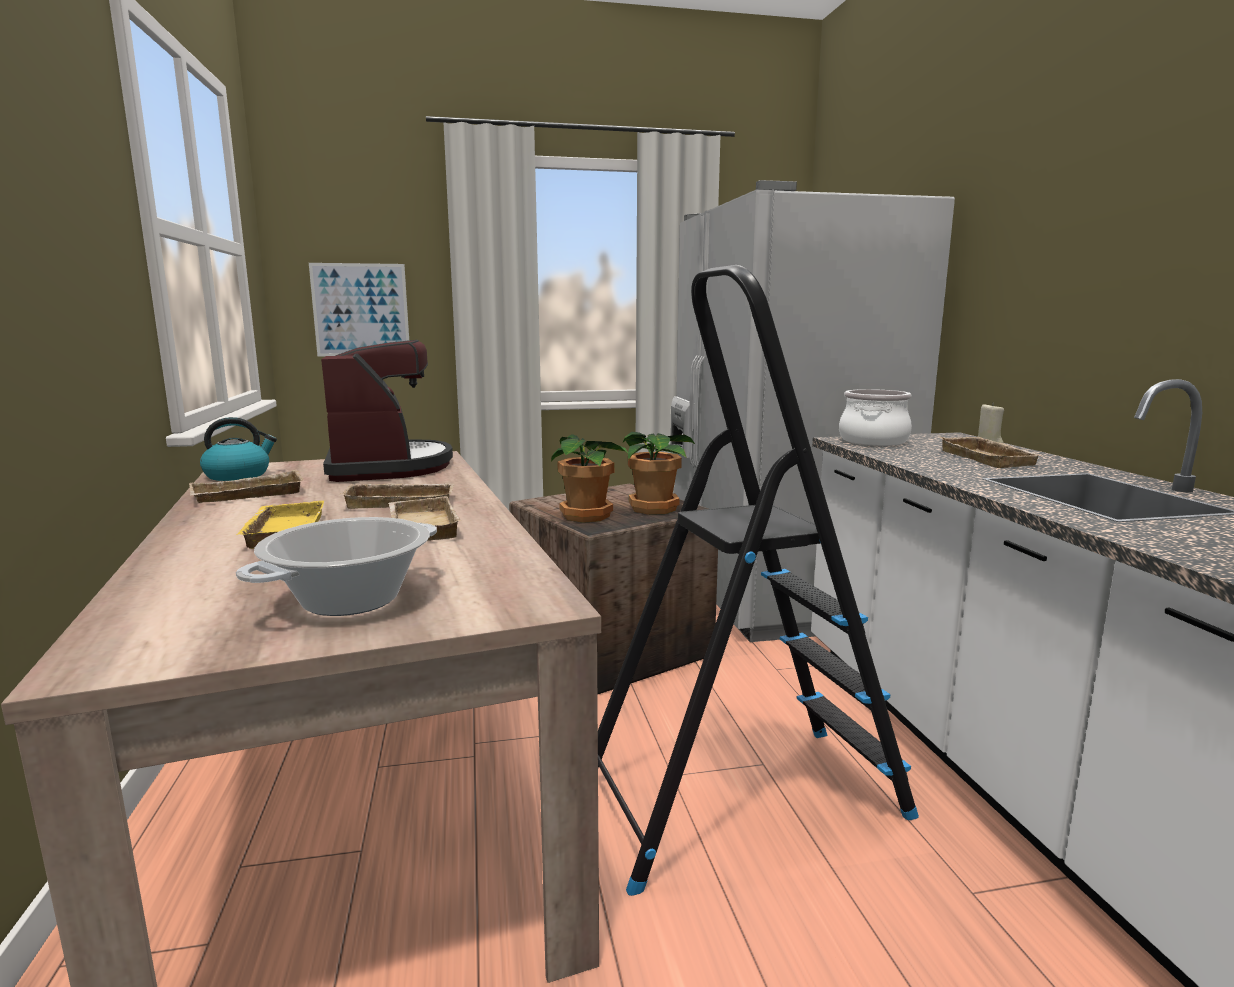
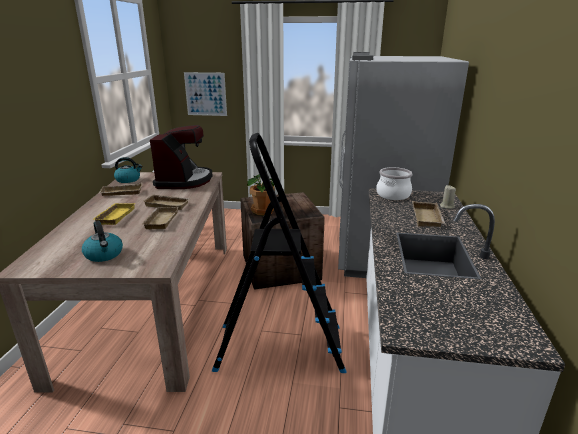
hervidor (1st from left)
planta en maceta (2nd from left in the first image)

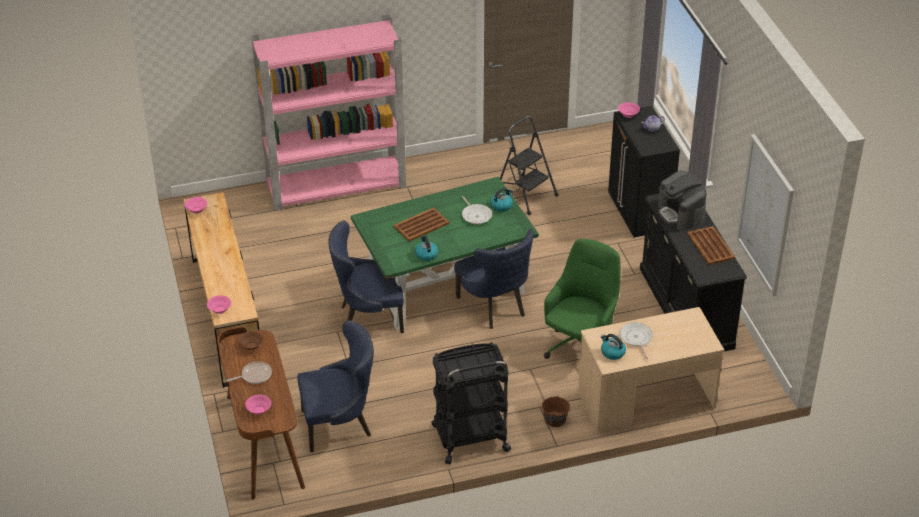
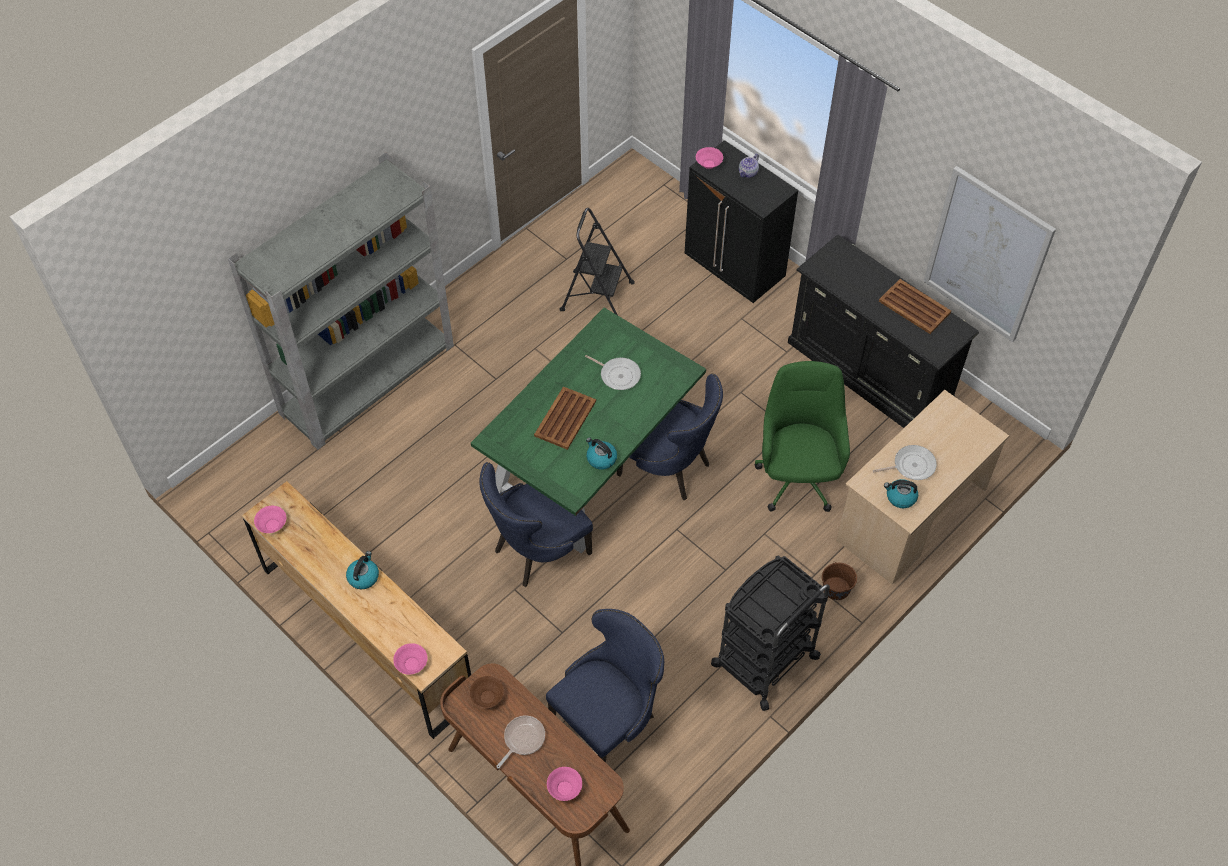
estantería/gris
hervidor (1st from left)
sartén (3rd from left)
cafetera

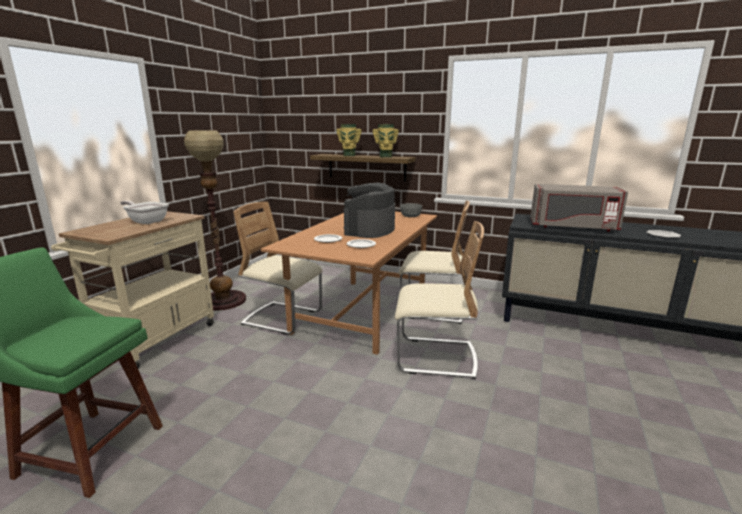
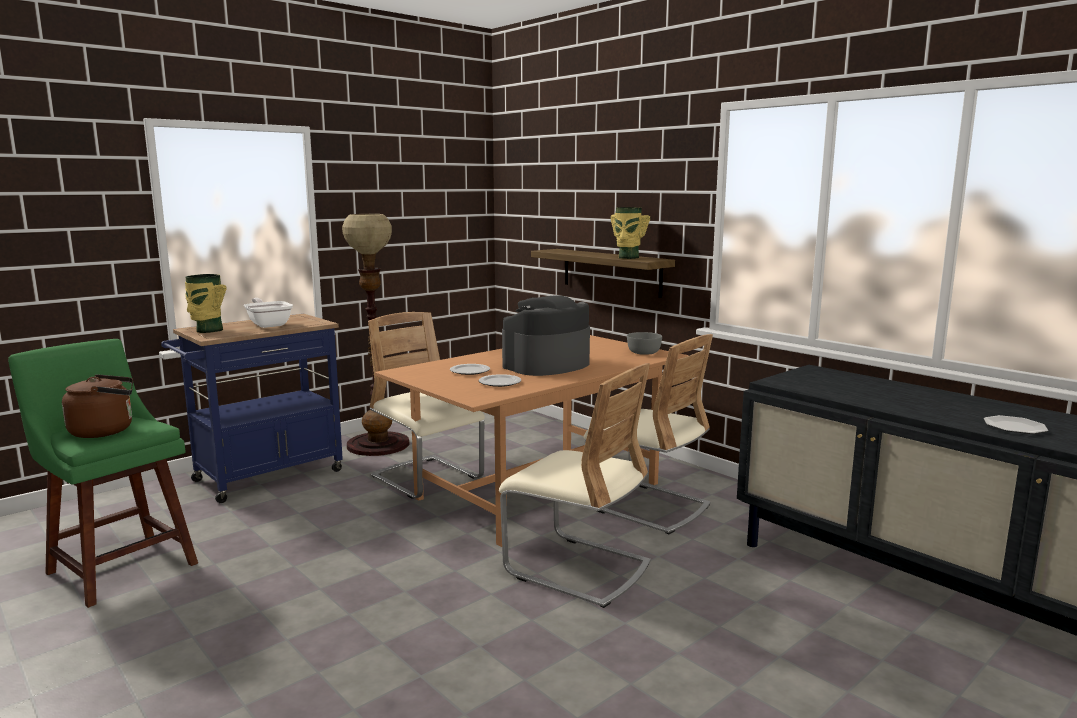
carrito/azul
florero (1st from left)
microondas/gris
hervidor/marrón

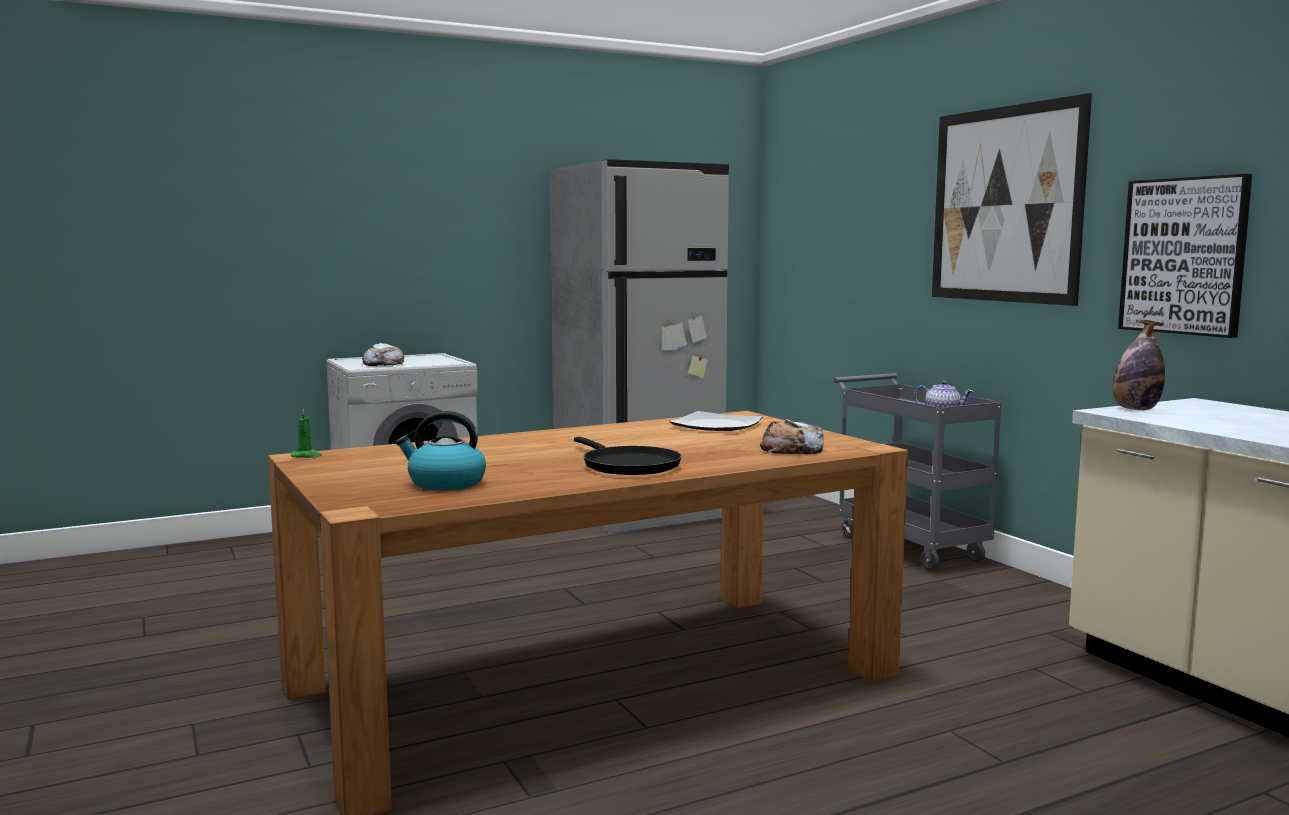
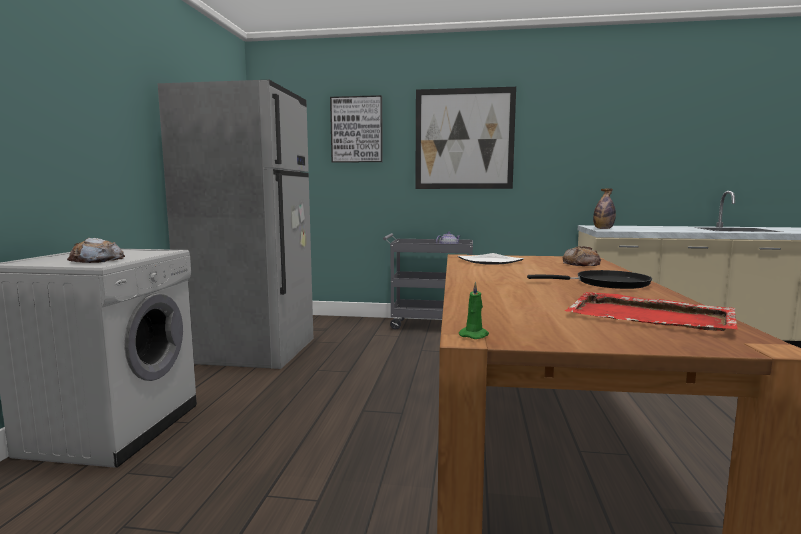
bandeja/rojo
cuadro (1st from left)

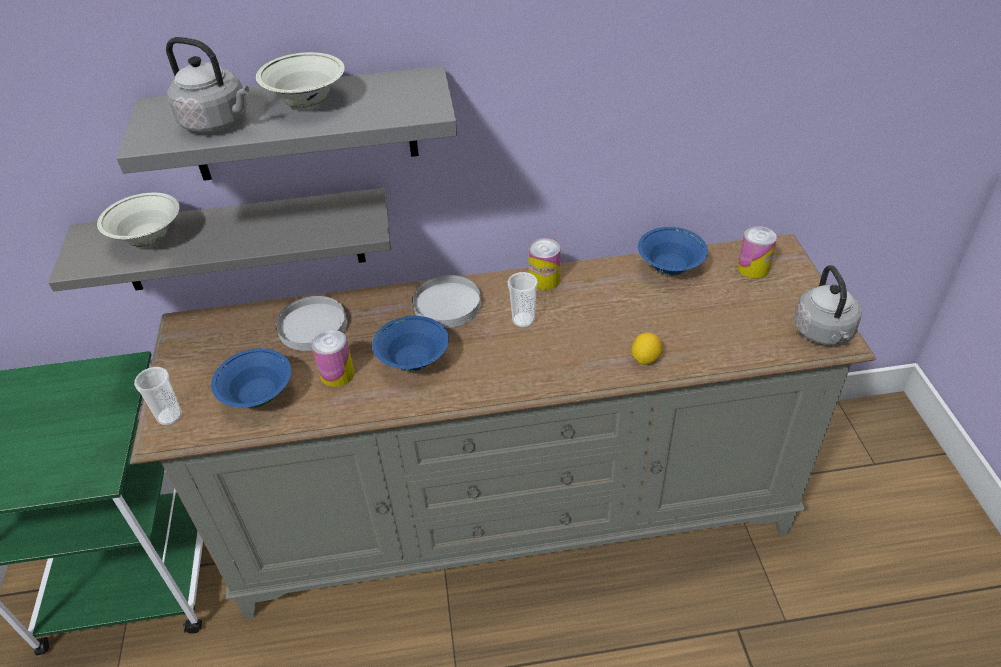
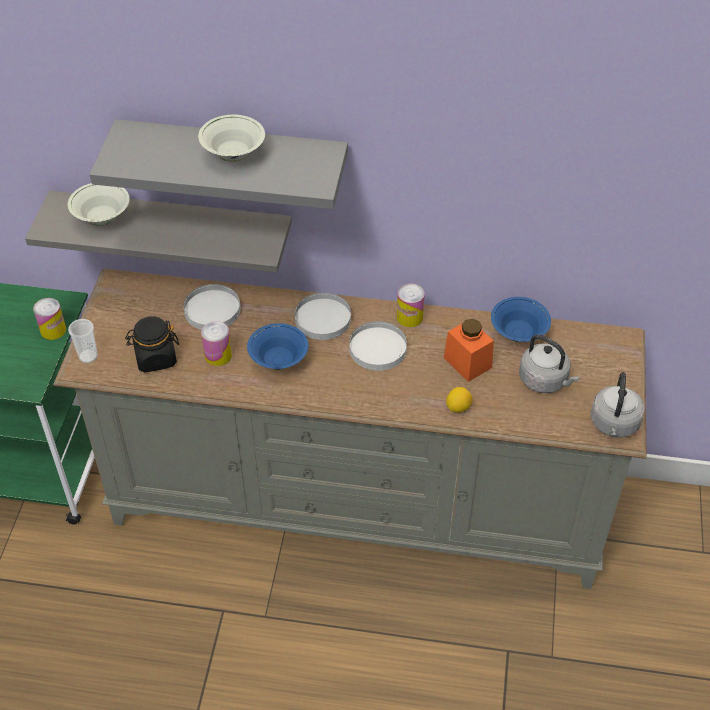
hervidor/gris (1st from left)
tarro/negro
plato/blanco (3rd from left)
lata (1st from left)
tarro/naranja

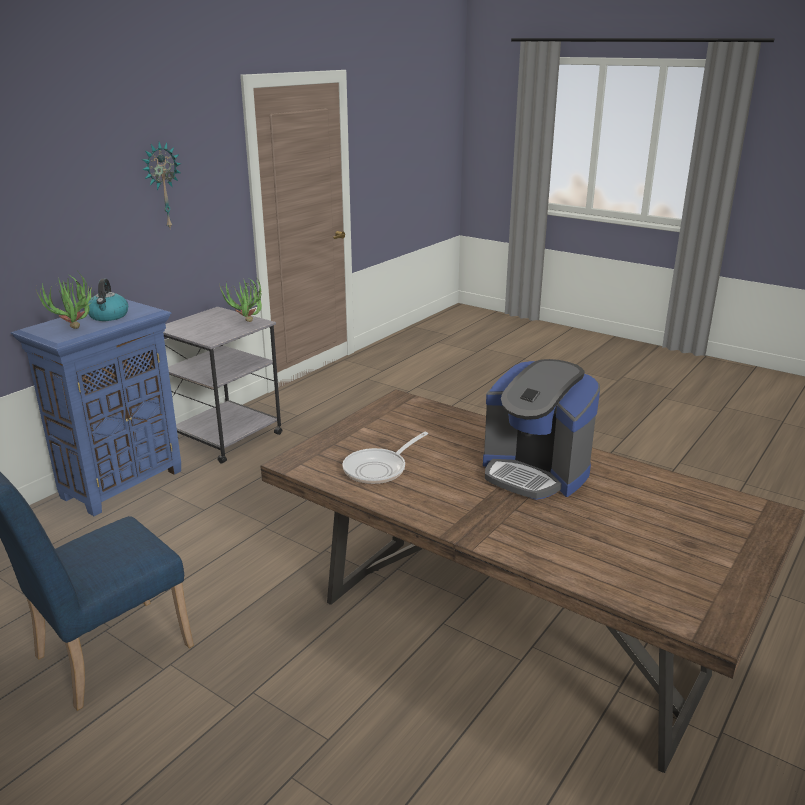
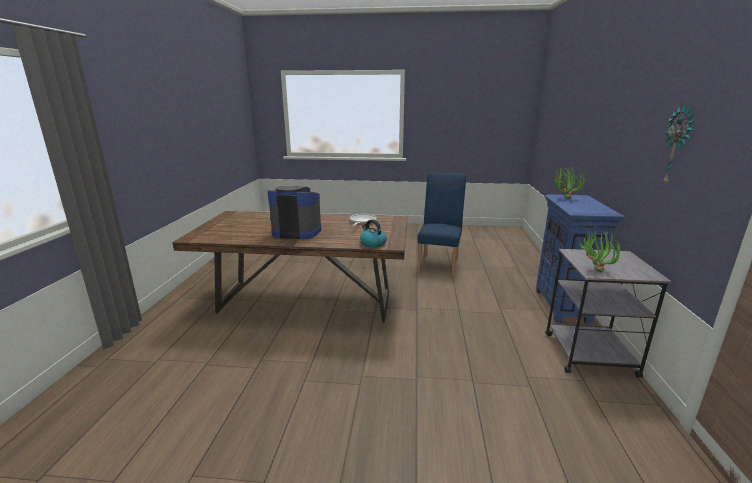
hervidor

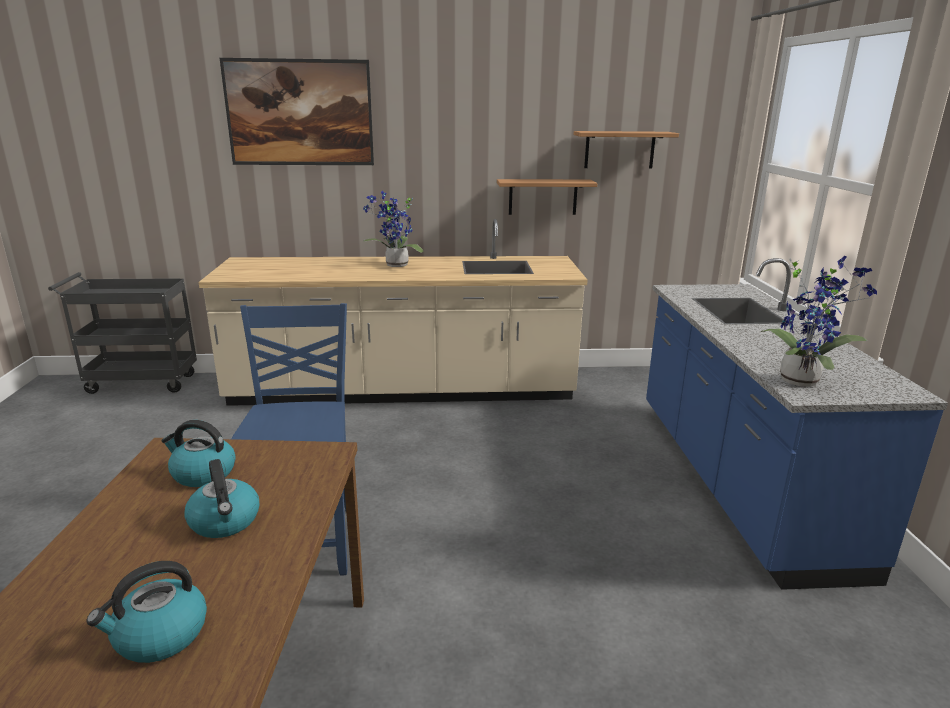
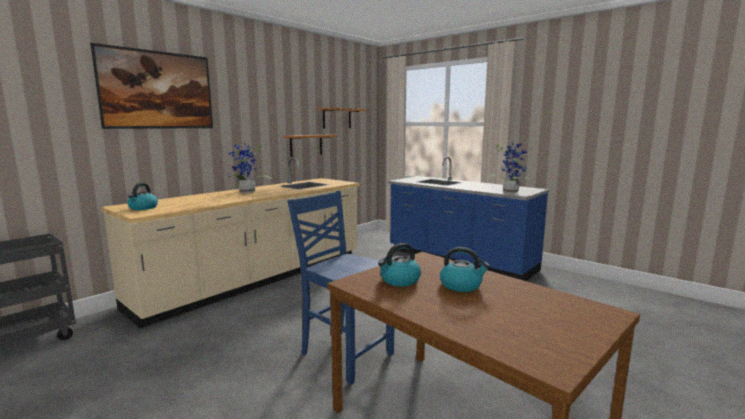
hervidor (1st from left)

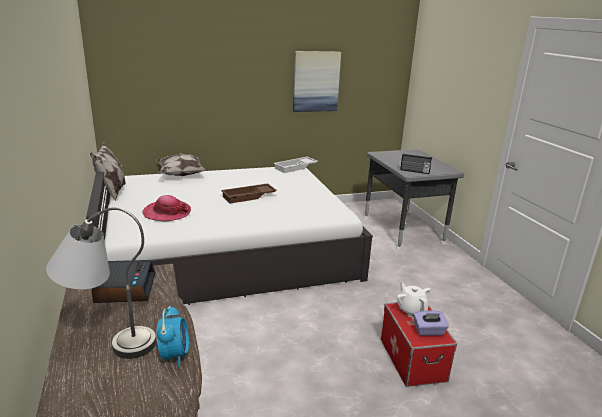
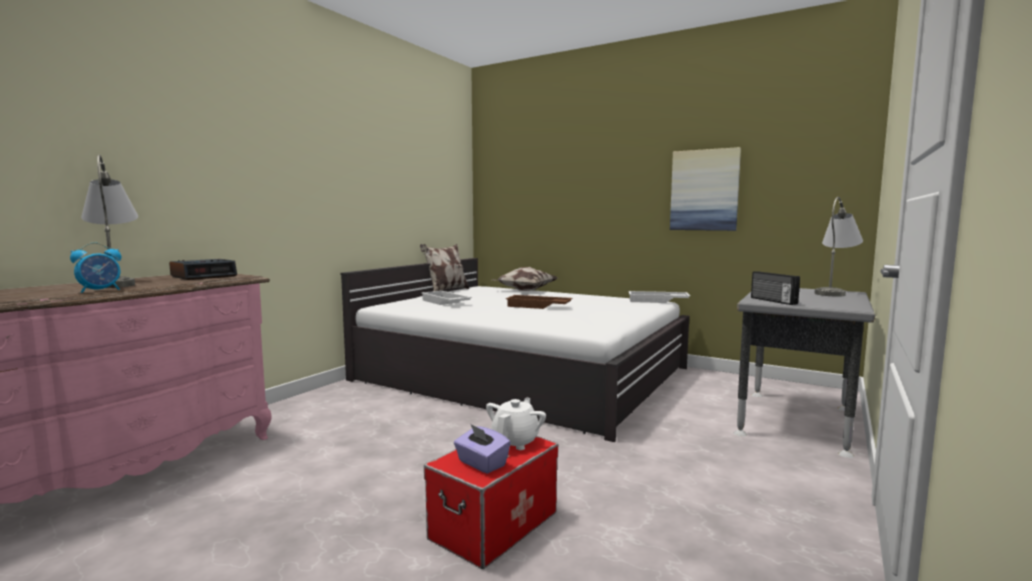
bandeja/blanco (1st from left)
lámpara de mesa/gris (2nd from left)

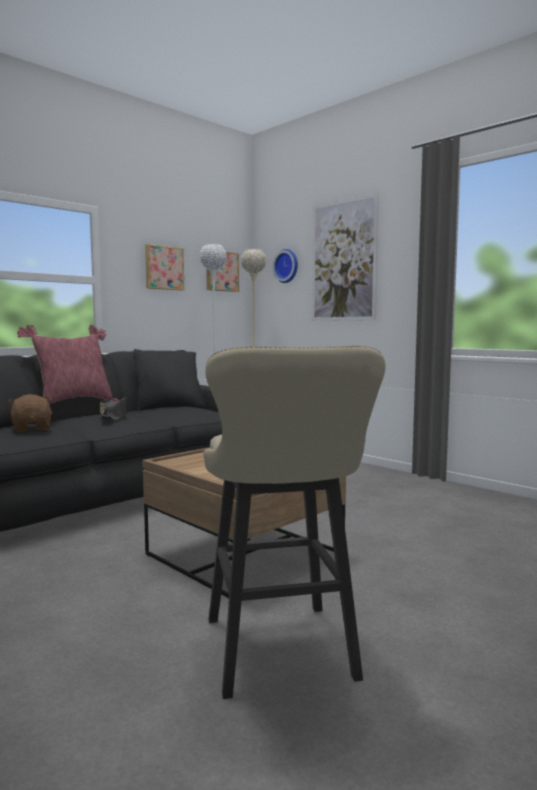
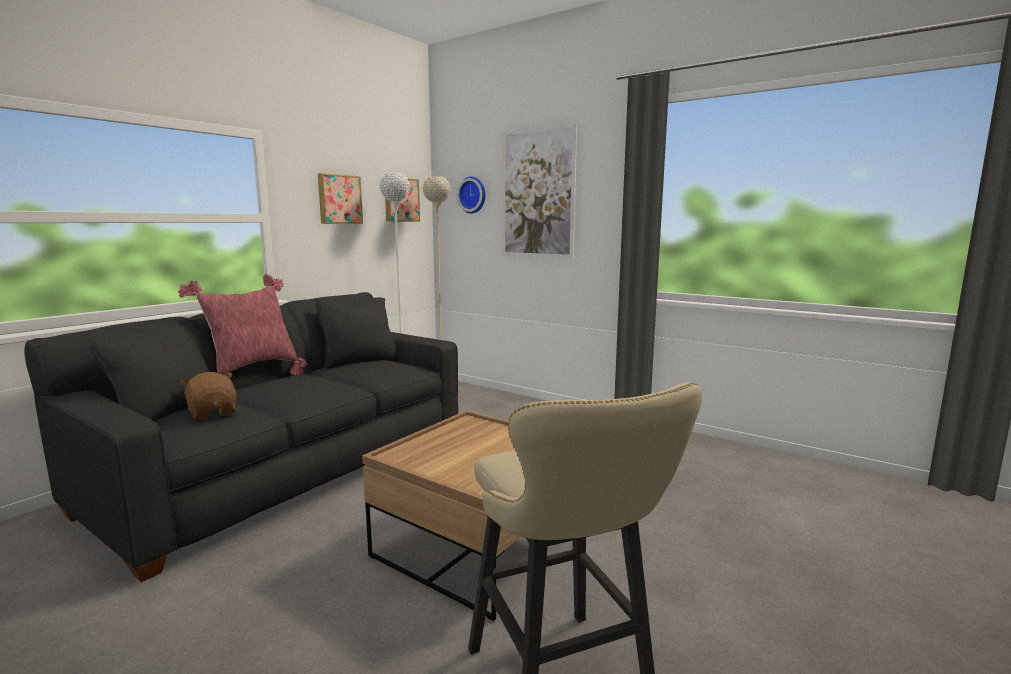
sombrero/negro

